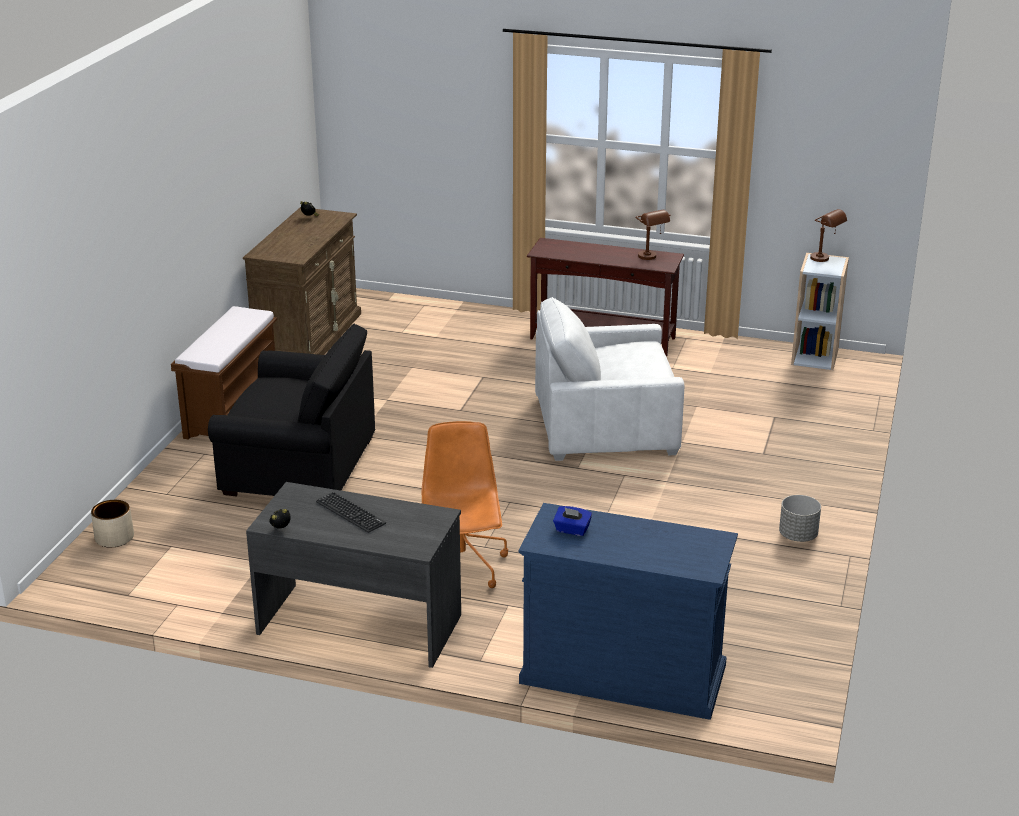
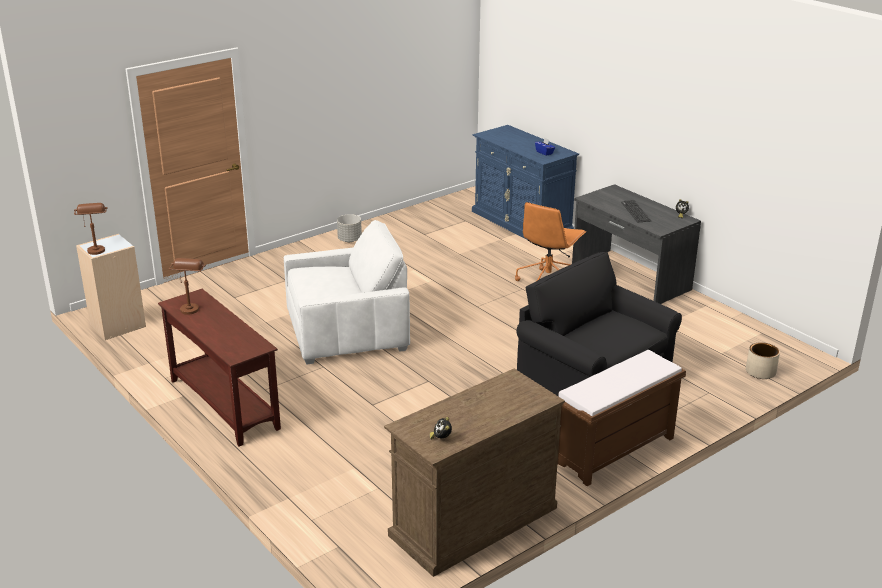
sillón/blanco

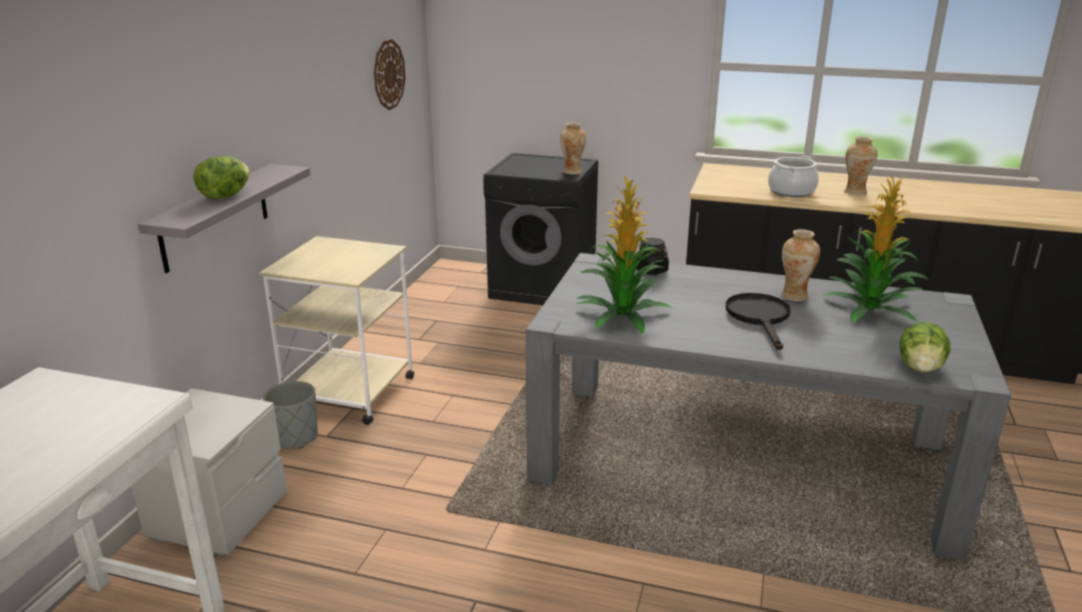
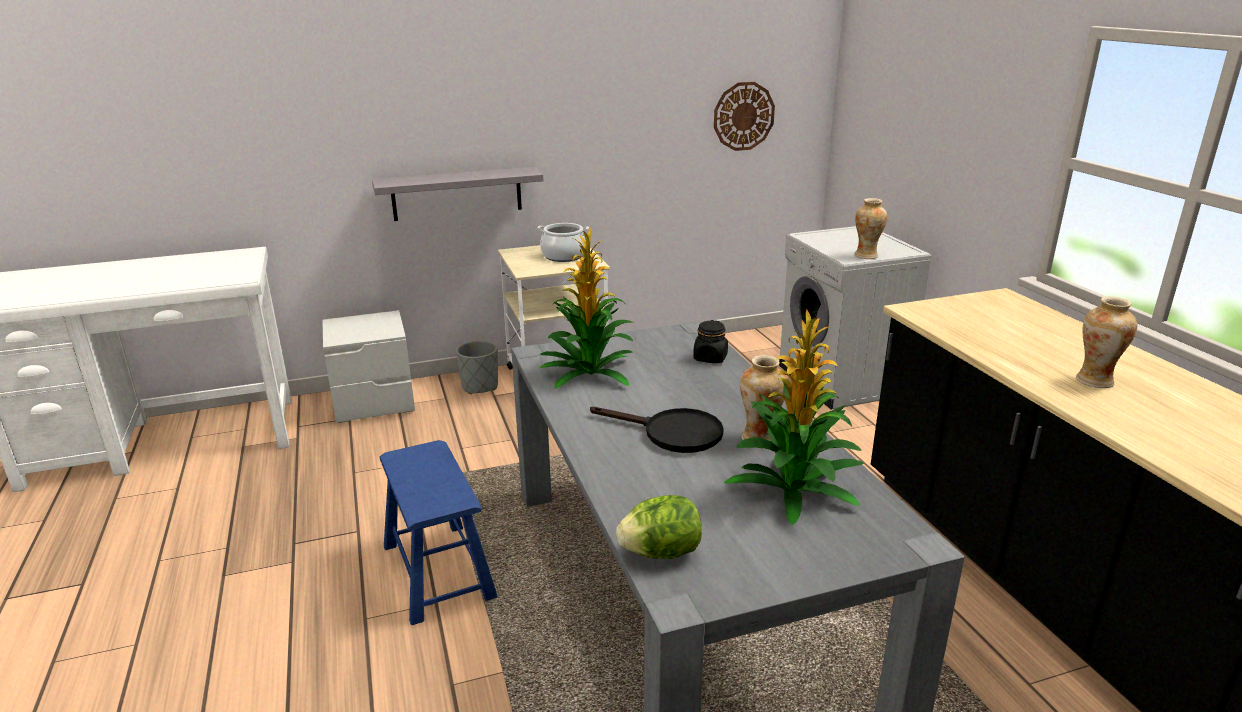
lechuga (1st from left in the first image)
lavadora/blanco
sartén/negro
olla
taburete/azul

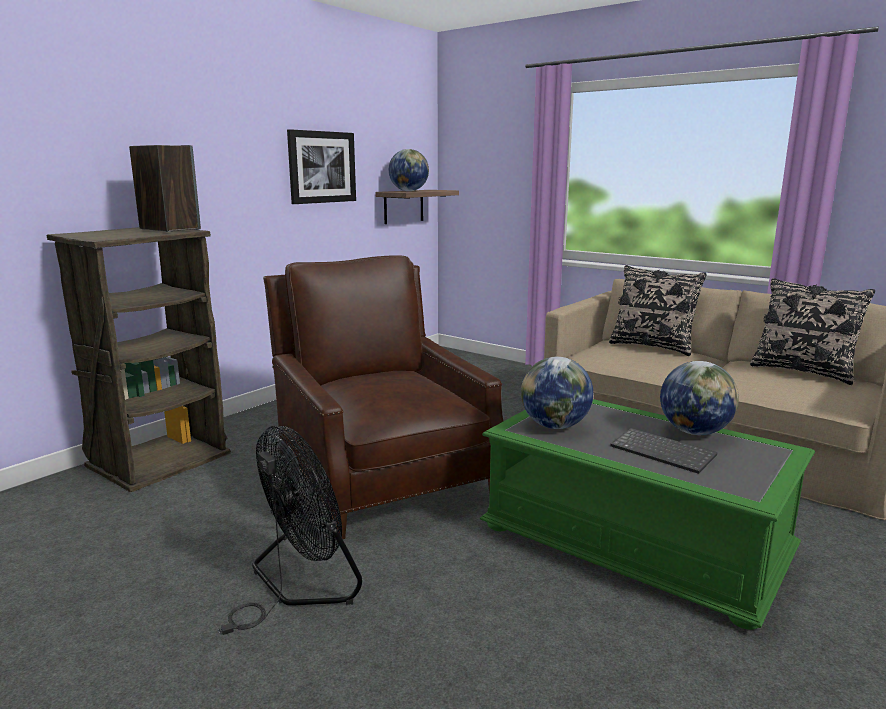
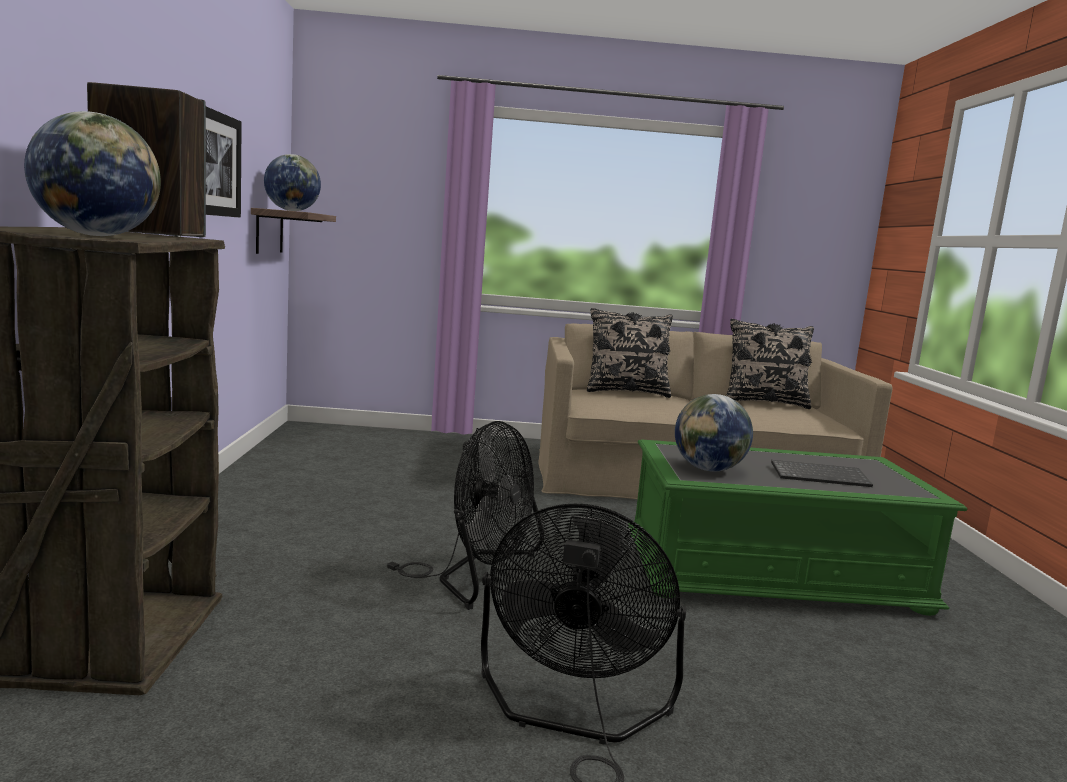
ventilador/negro (1st from left)
globo terráqueo (1st from left)

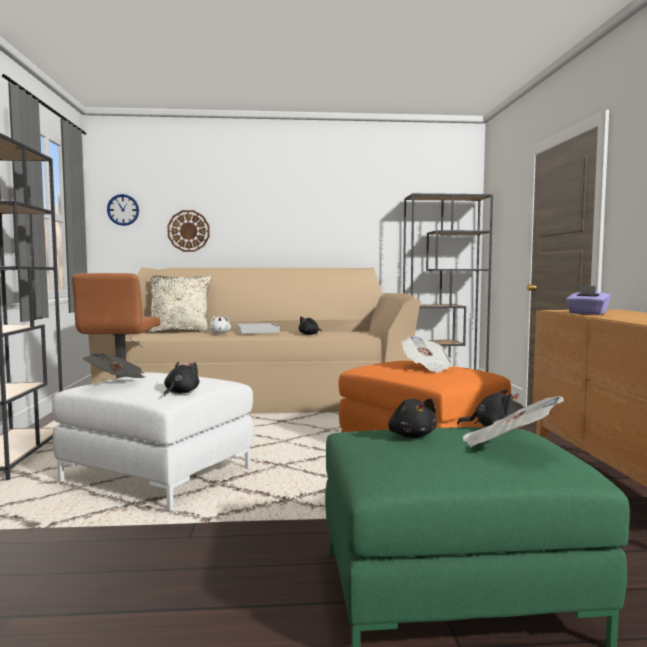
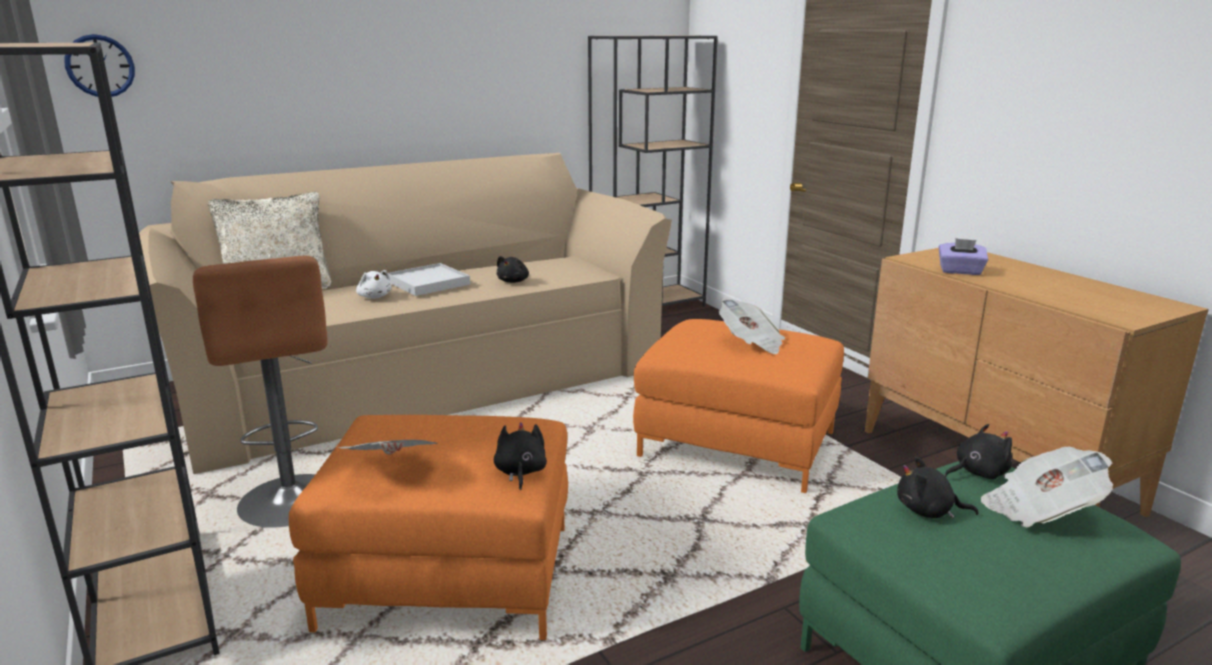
puf/naranja (1st from left)
reloj de pared (2nd from left in the first image)
peluche/negro (3rd from left)

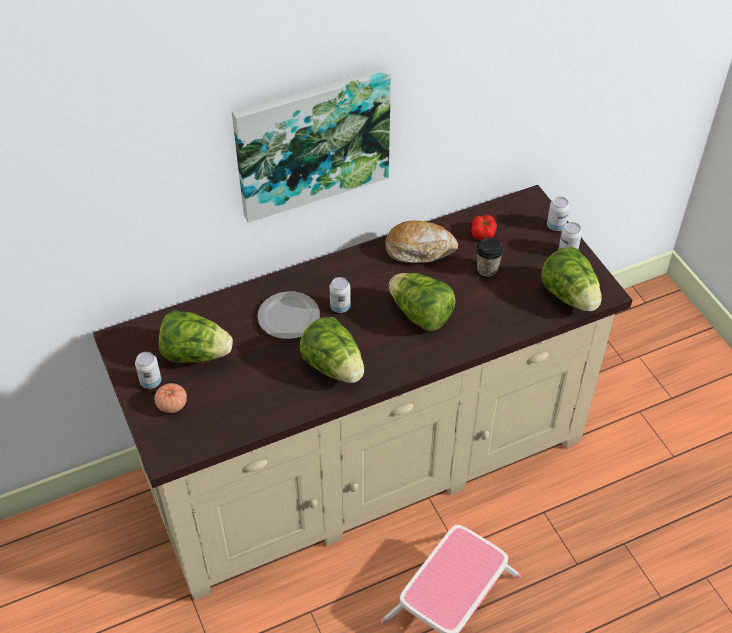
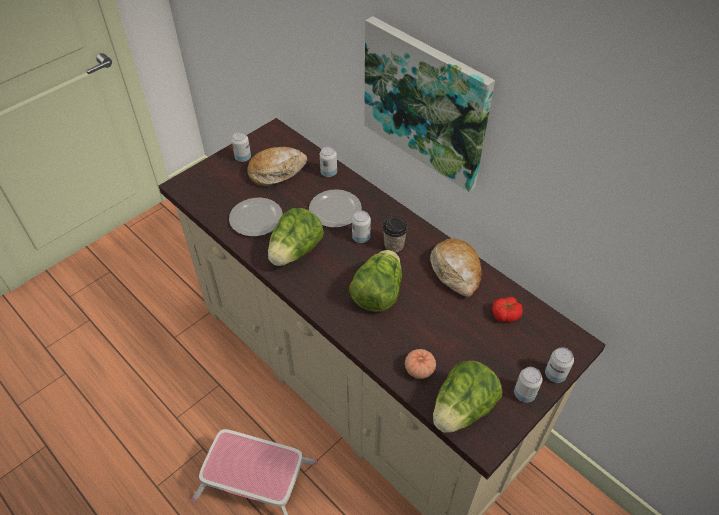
tomate (1st from left)
pan (1st from left)
taza
plato (1st from left)
lata (2nd from left)

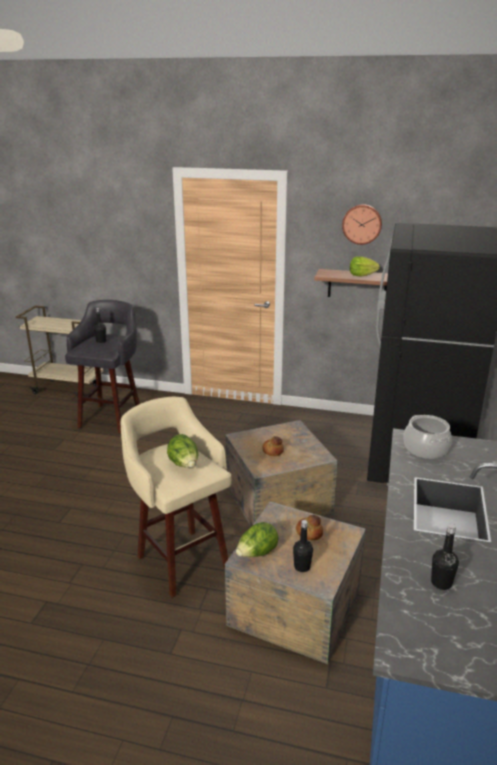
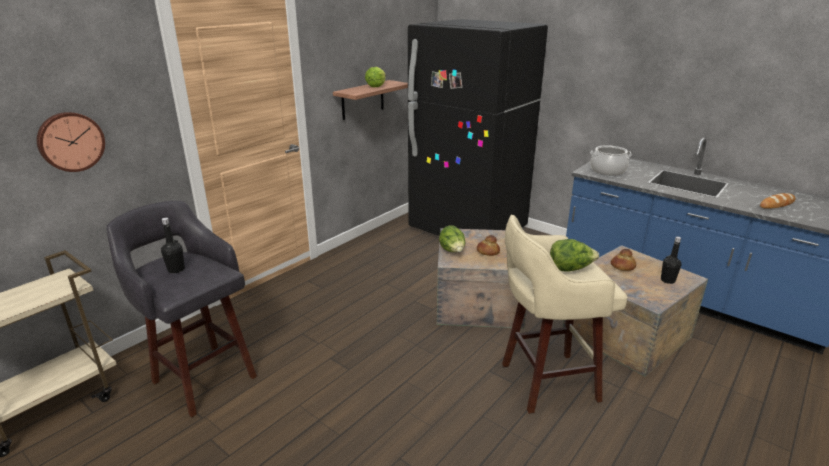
lechuga (2nd from left)
reloj de pared
pan (3rd from left)

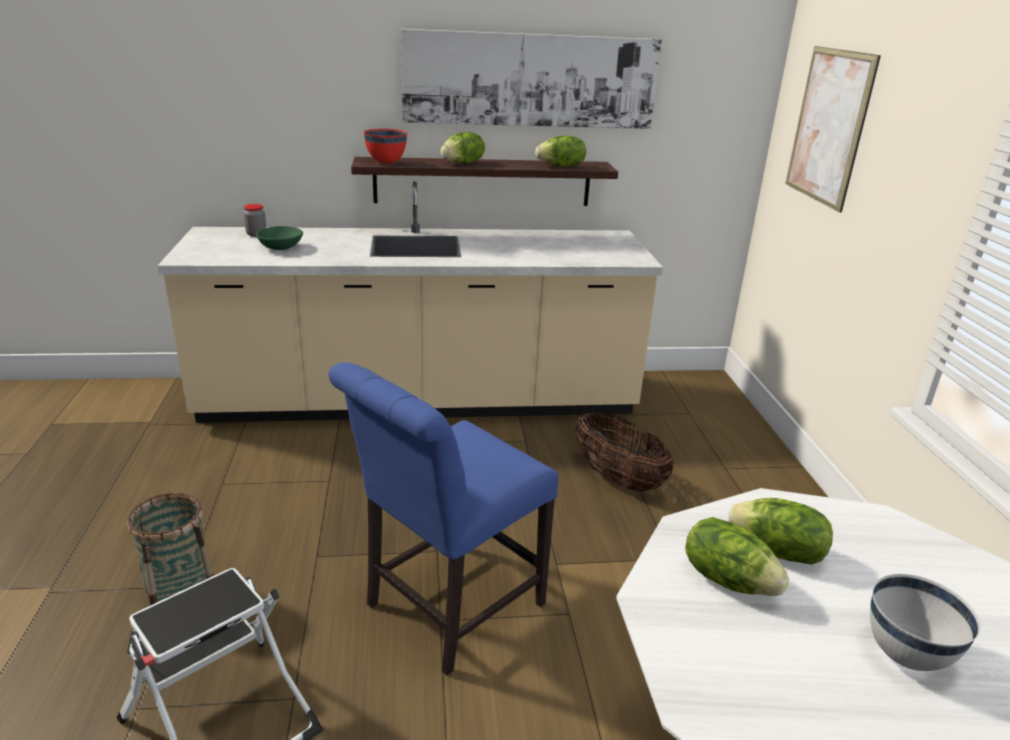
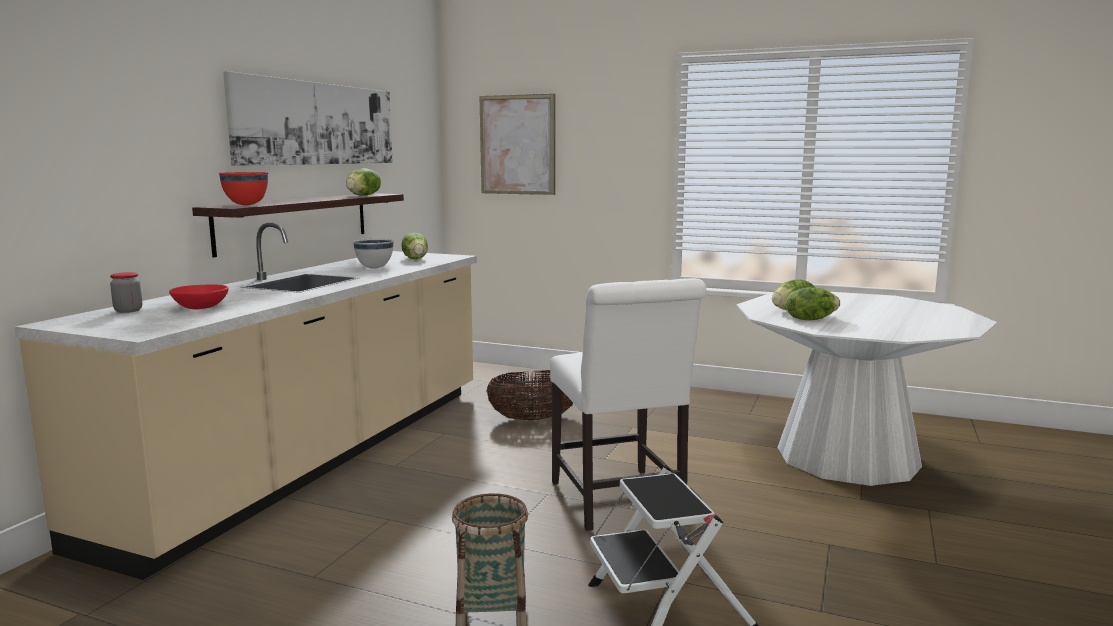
cuenco/rojo (1st from left)
silla/blanco
lechuga (2nd from left)
cuenco/blanco

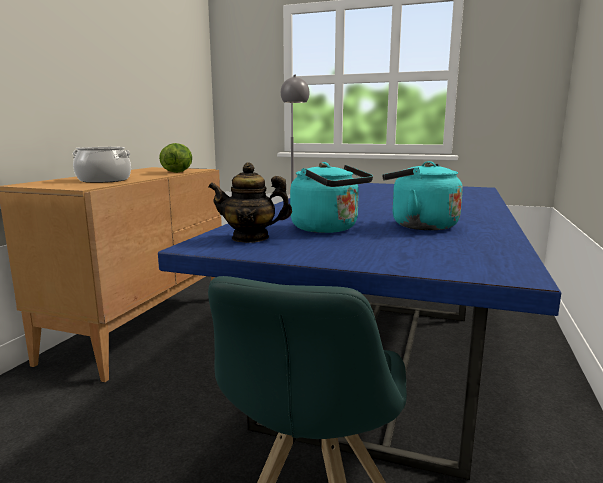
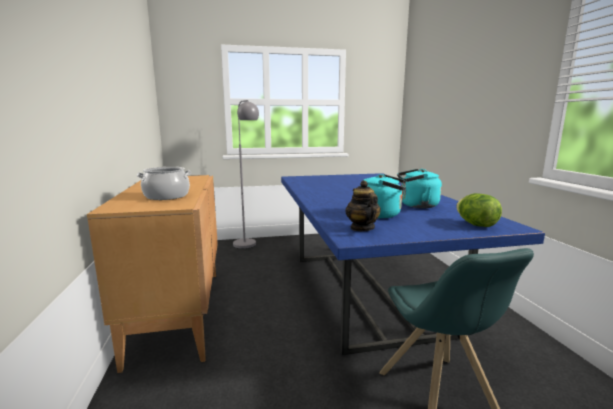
lechuga
tetera

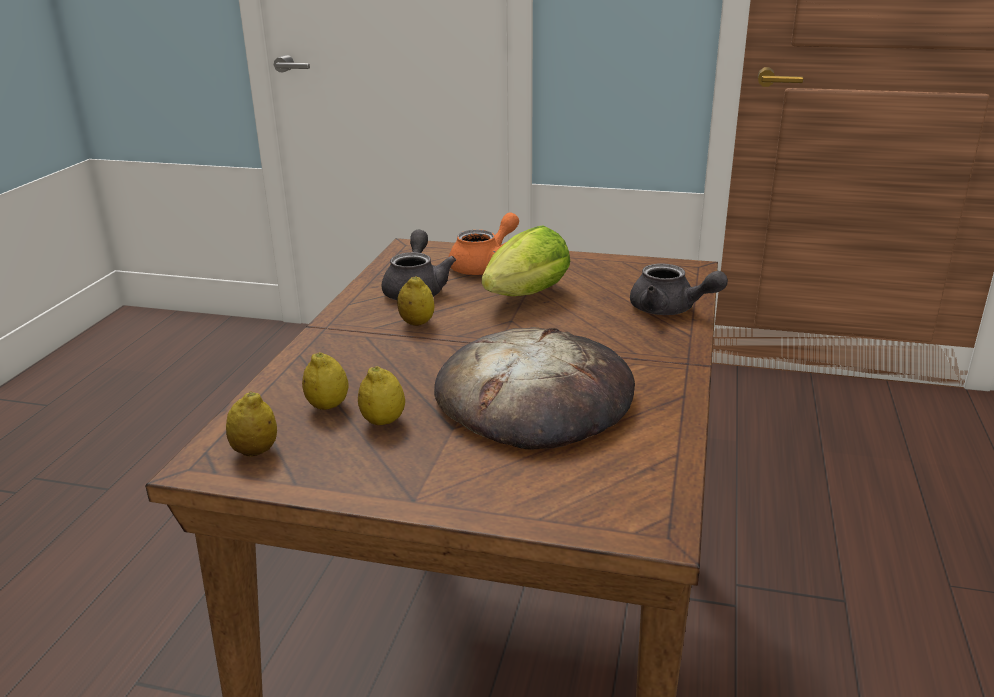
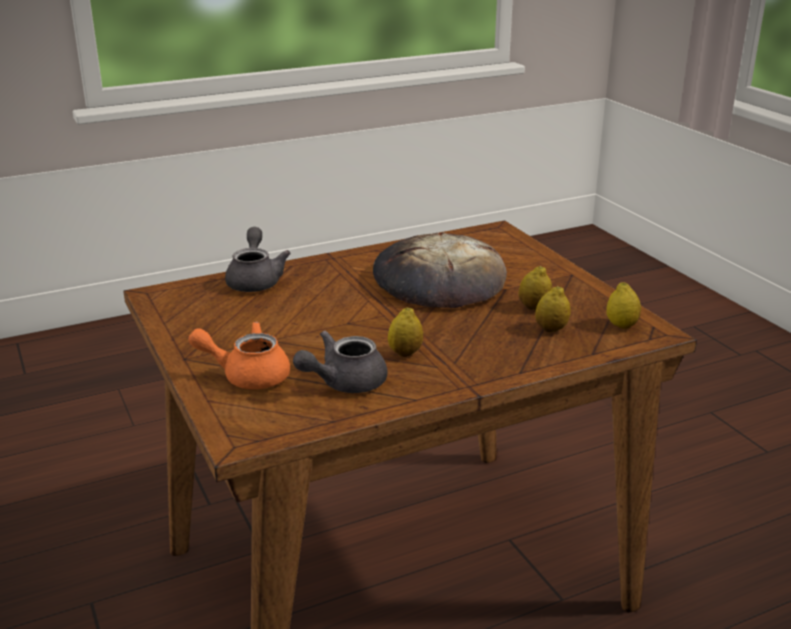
lechuga

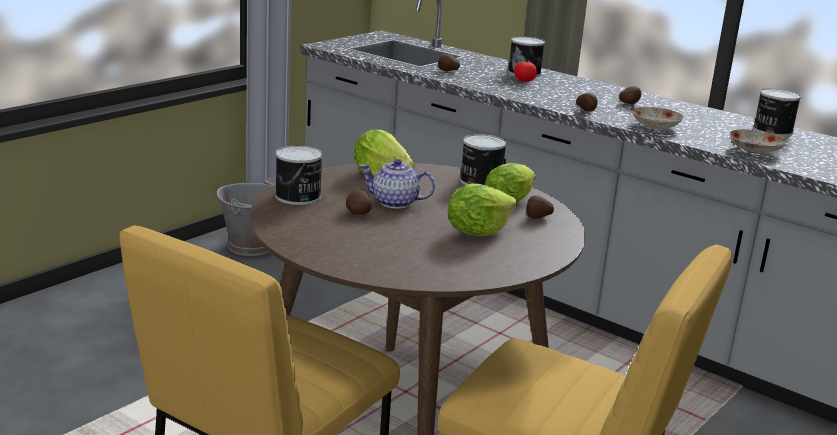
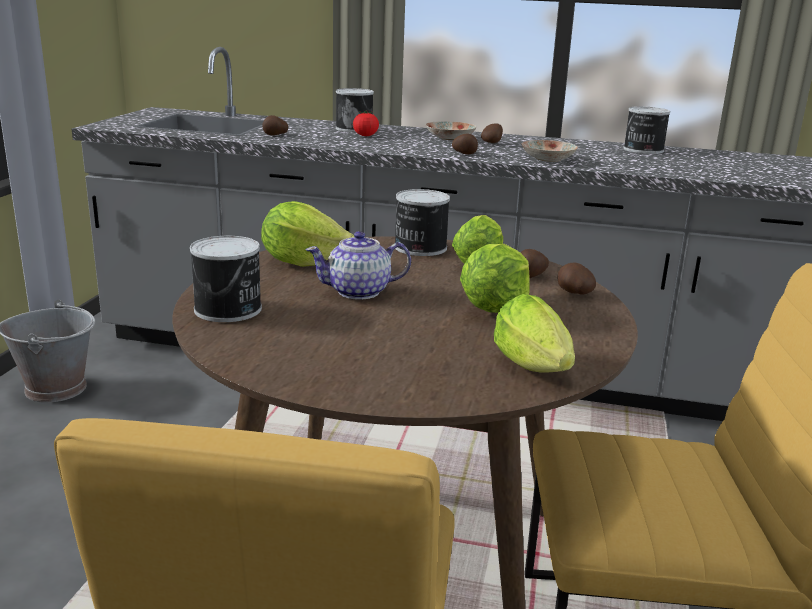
patata (5th from left)
plato (1st from left)
lechuga (4th from left)

